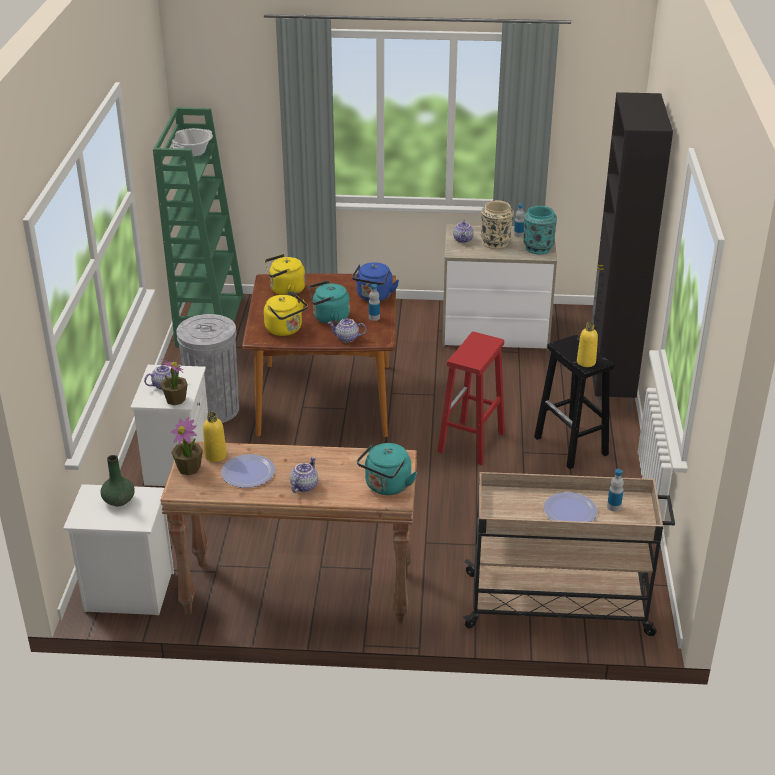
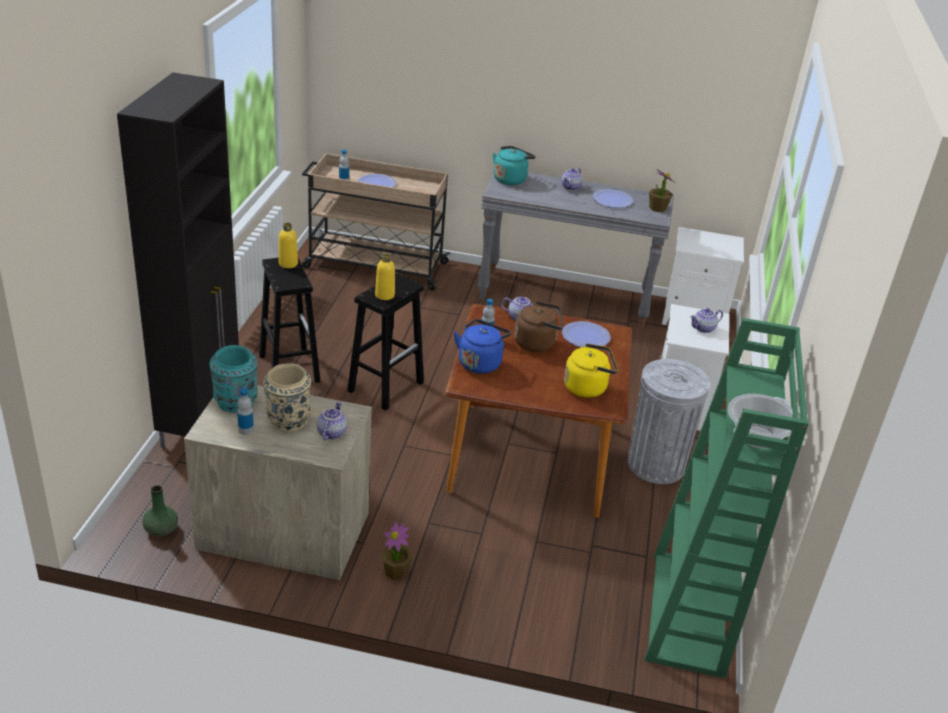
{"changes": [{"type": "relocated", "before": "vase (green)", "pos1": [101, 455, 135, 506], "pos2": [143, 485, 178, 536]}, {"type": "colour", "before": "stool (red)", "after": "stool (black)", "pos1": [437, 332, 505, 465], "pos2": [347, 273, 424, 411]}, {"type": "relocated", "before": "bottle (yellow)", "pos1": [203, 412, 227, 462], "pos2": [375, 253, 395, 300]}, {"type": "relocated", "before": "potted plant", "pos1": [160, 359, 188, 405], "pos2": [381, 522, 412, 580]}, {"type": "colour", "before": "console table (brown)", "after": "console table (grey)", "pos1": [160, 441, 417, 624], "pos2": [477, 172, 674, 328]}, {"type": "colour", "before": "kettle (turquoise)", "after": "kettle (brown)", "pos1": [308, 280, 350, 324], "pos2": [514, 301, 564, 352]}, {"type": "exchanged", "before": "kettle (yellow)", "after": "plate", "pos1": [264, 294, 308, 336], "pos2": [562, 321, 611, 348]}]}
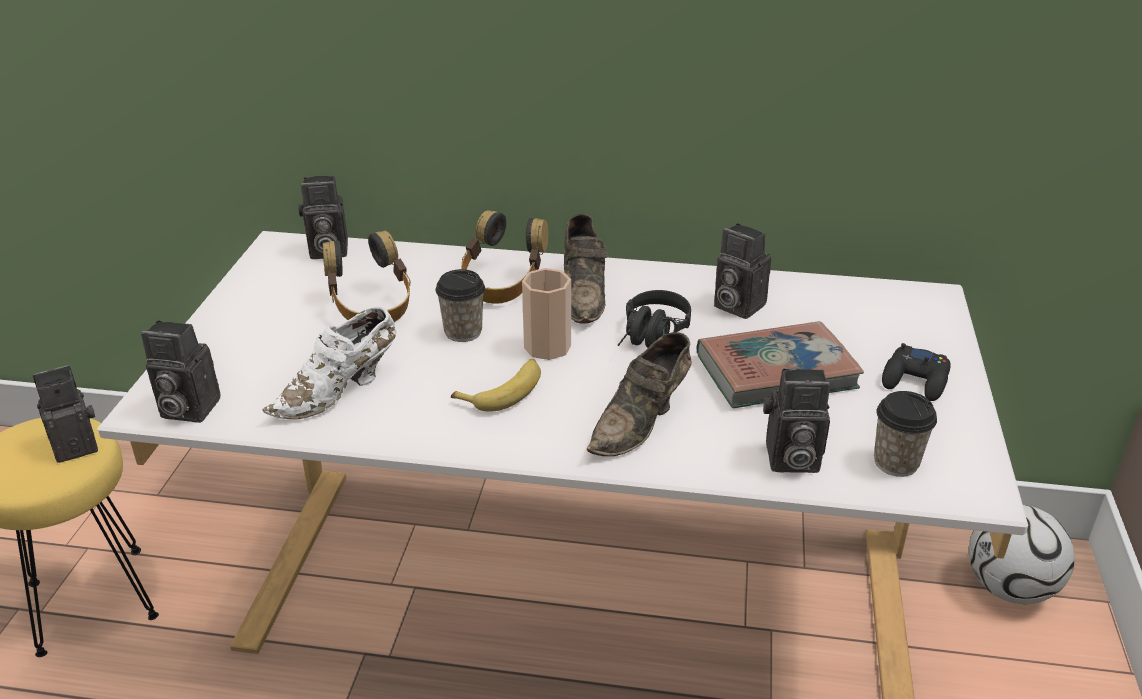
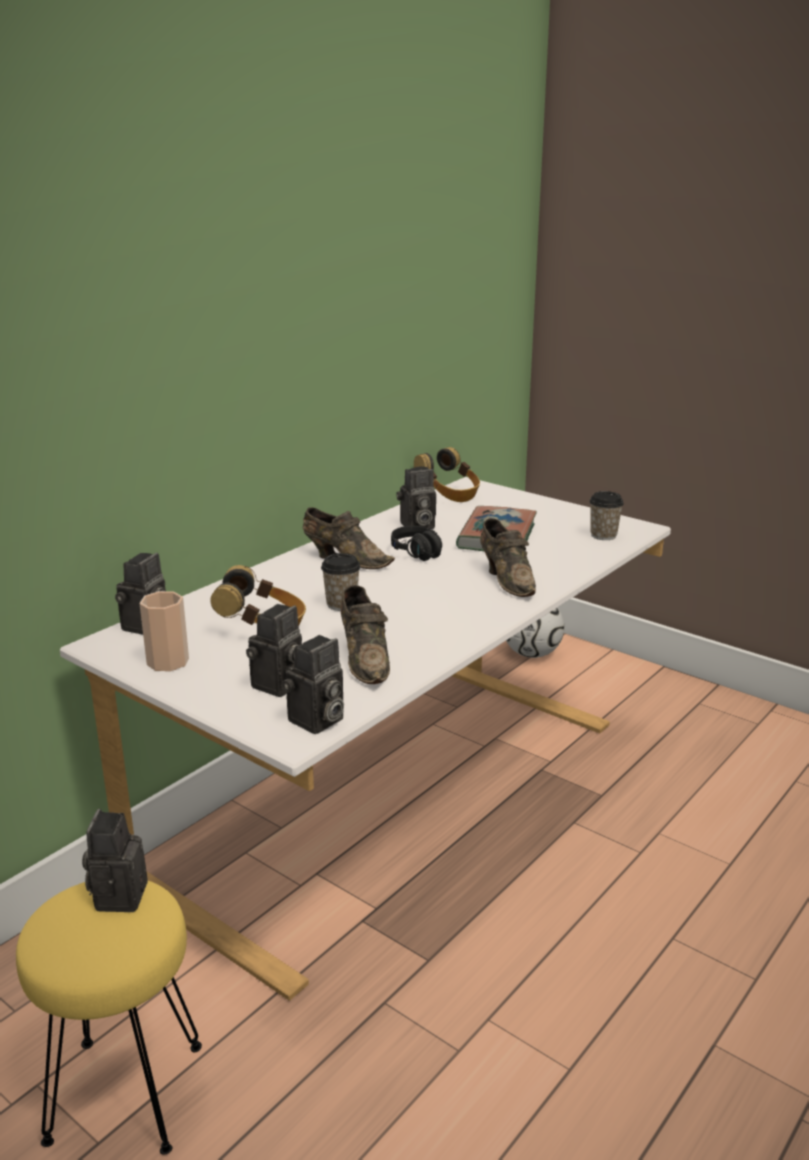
{"changes": [{"type": "relocated", "before": "cup", "pos1": [522, 268, 571, 360], "pos2": [140, 591, 189, 671]}, {"type": "relocated", "before": "photo camera", "pos1": [763, 369, 830, 473], "pos2": [246, 604, 302, 697]}, {"type": "colour", "before": "shoe (white)", "after": "shoe (brown)", "pos1": [263, 307, 396, 420], "pos2": [340, 585, 390, 684]}, {"type": "relocated", "before": "headphones", "pos1": [461, 210, 548, 304], "pos2": [414, 447, 480, 502]}, {"type": "missing", "before": "banana", "pos1": [451, 359, 541, 412]}, {"type": "missing", "before": "game controller (black)", "pos1": [882, 343, 951, 401]}]}
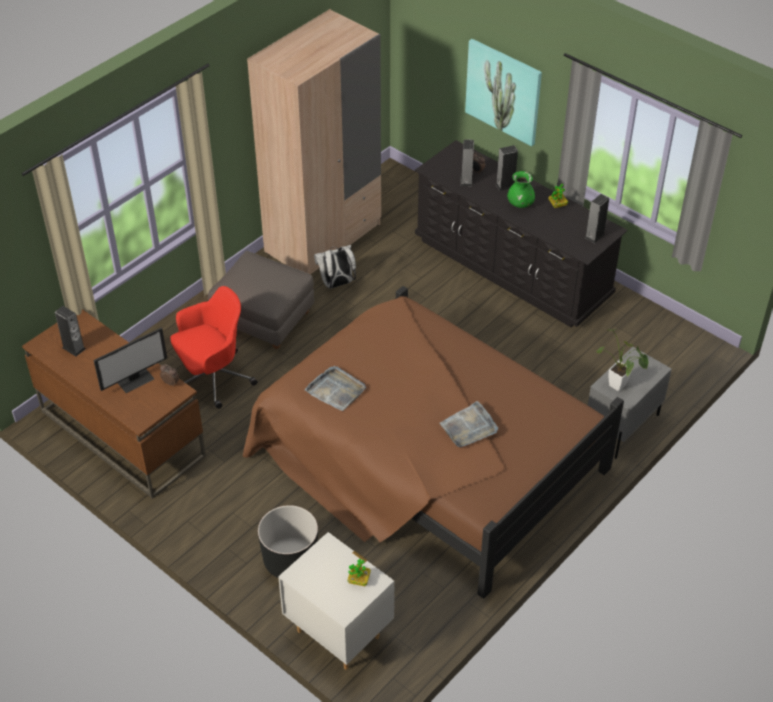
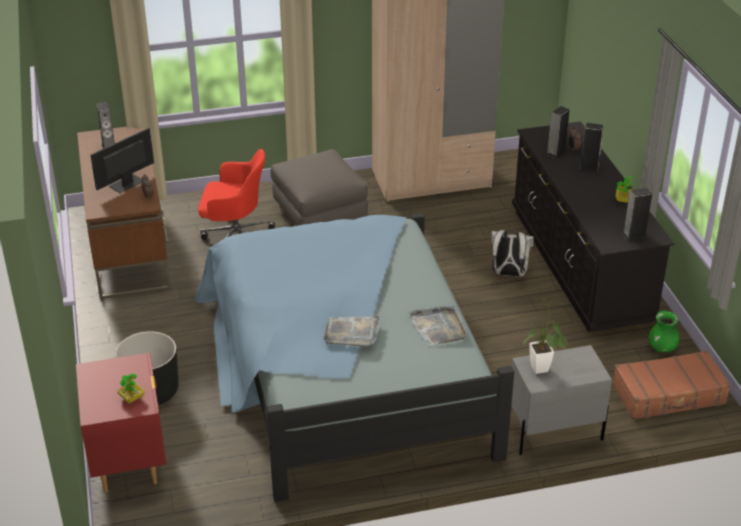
{"changes": [{"type": "colour", "before": "nightstand (white)", "after": "nightstand (red)", "pos1": [278, 532, 395, 670], "pos2": [76, 353, 166, 493]}, {"type": "spun", "before": "monitor", "pos1": [94, 328, 167, 393], "pos2": [90, 128, 154, 193], "turn": 135}, {"type": "colour", "before": "bed (brown)", "after": "bed (blue)", "pos1": [243, 286, 624, 599], "pos2": [195, 213, 514, 502]}, {"type": "relocated", "before": "tray (grey)", "pos1": [304, 366, 366, 411], "pos2": [408, 305, 469, 345]}, {"type": "relocated", "before": "backpack (white)", "pos1": [314, 245, 356, 289], "pos2": [491, 230, 534, 277]}, {"type": "appeared", "after": "suitcase (brown)", "pos2": [612, 350, 731, 419]}, {"type": "relocated", "before": "vase (green)", "pos1": [507, 171, 535, 208], "pos2": [648, 311, 679, 352]}, {"type": "missing", "before": "picture", "pos1": [465, 39, 542, 146]}]}
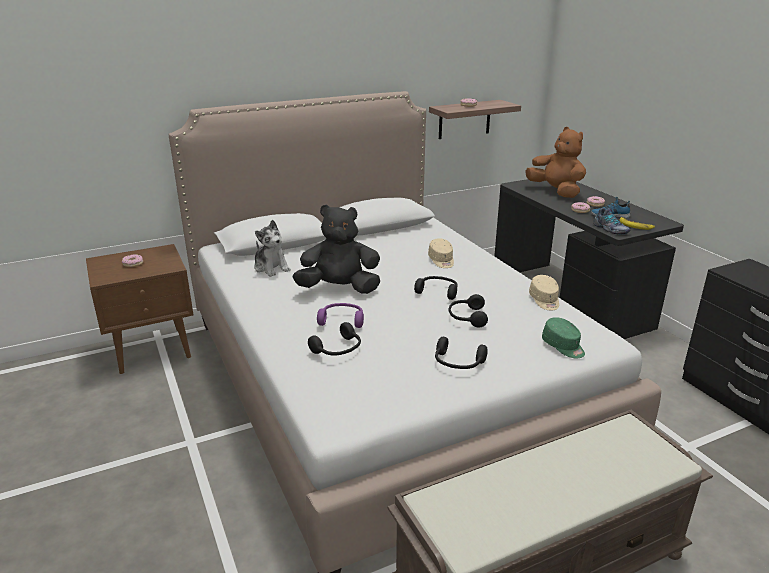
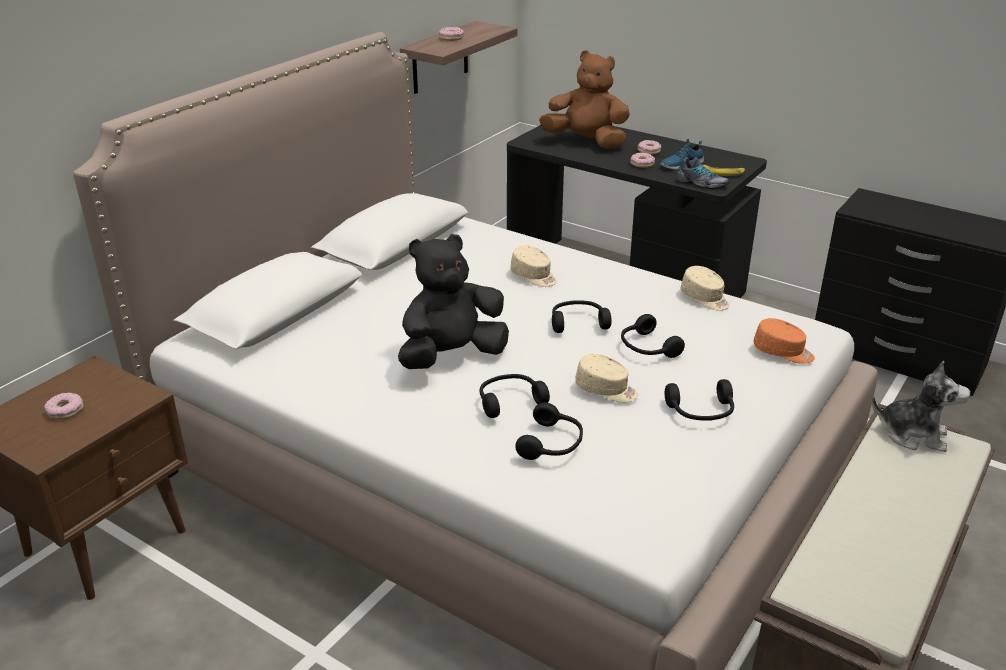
{"changes": [{"type": "colour", "before": "headphones (purple)", "after": "headphones (black)", "pos1": [317, 303, 364, 328], "pos2": [480, 374, 550, 418]}, {"type": "appeared", "after": "cap (beige)", "pos2": [575, 354, 638, 403]}, {"type": "colour", "before": "cap (green)", "after": "cap (orange)", "pos1": [542, 317, 585, 358], "pos2": [753, 318, 815, 364]}, {"type": "relocated", "before": "plush toy", "pos1": [254, 220, 291, 277], "pos2": [872, 361, 971, 452]}]}
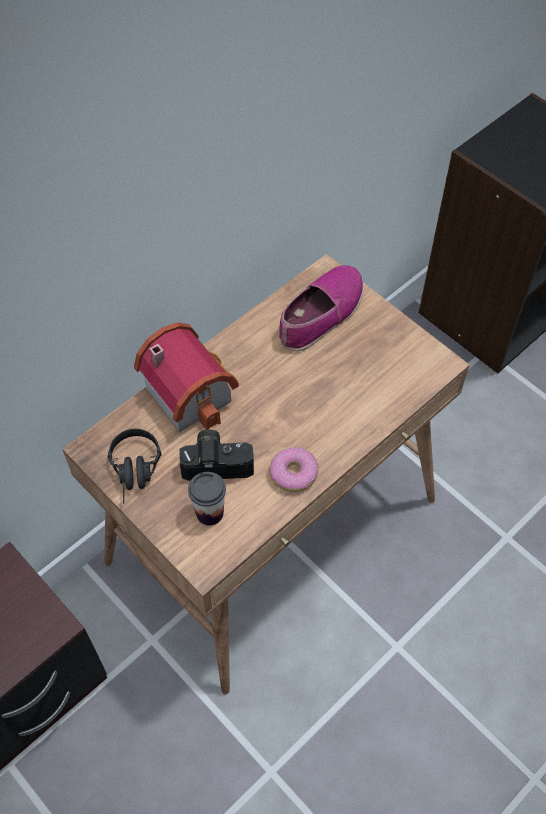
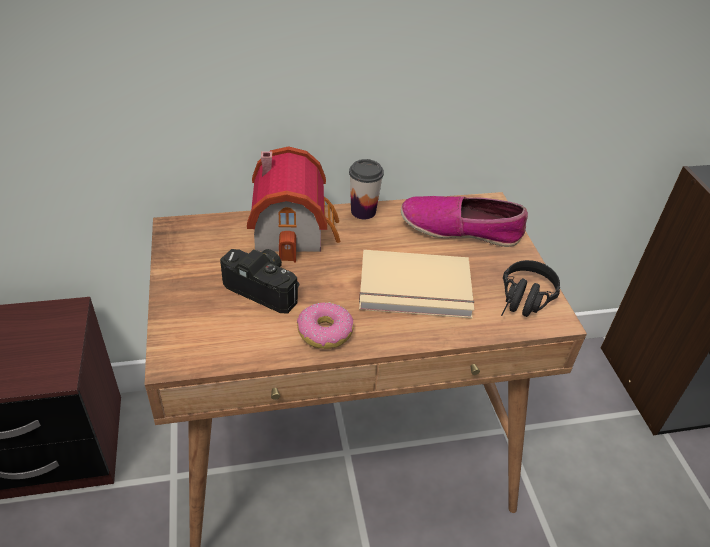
{"changes": [{"type": "relocated", "before": "cup", "pos1": [188, 472, 226, 526], "pos2": [349, 159, 384, 219]}, {"type": "appeared", "after": "book (beige)", "pos2": [359, 250, 474, 318]}, {"type": "spun", "before": "shoe", "pos1": [279, 265, 364, 351], "pos2": [401, 196, 528, 247], "turn": -150}, {"type": "relocated", "before": "headphones (black)", "pos1": [107, 429, 161, 504], "pos2": [501, 260, 560, 317]}]}
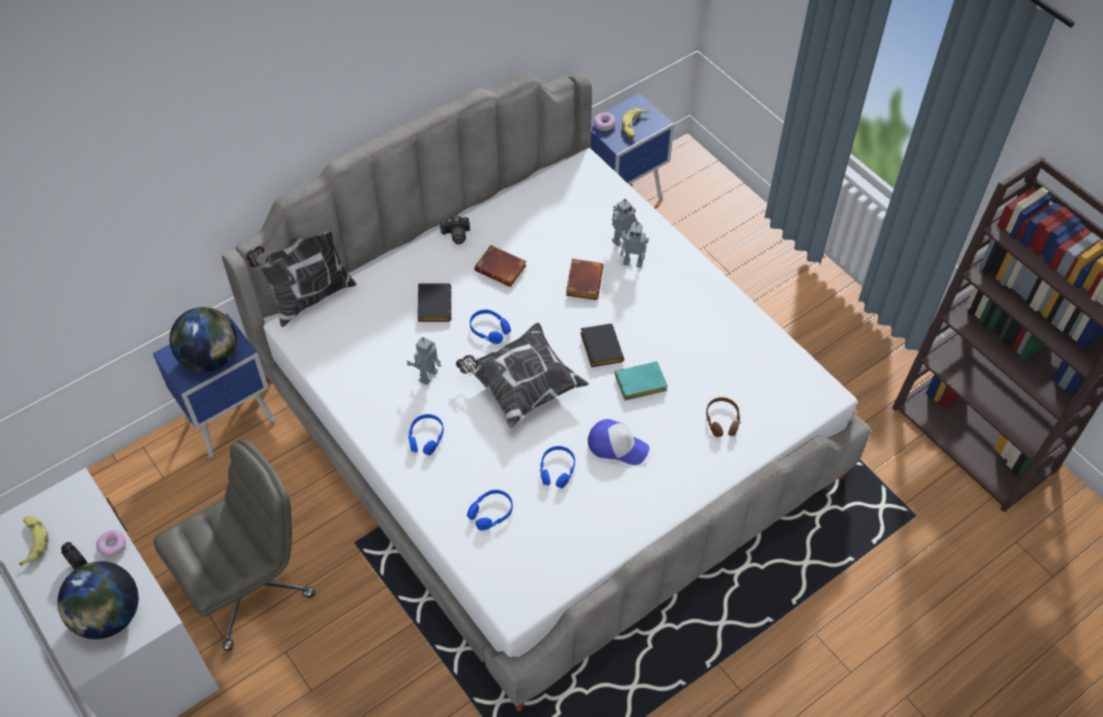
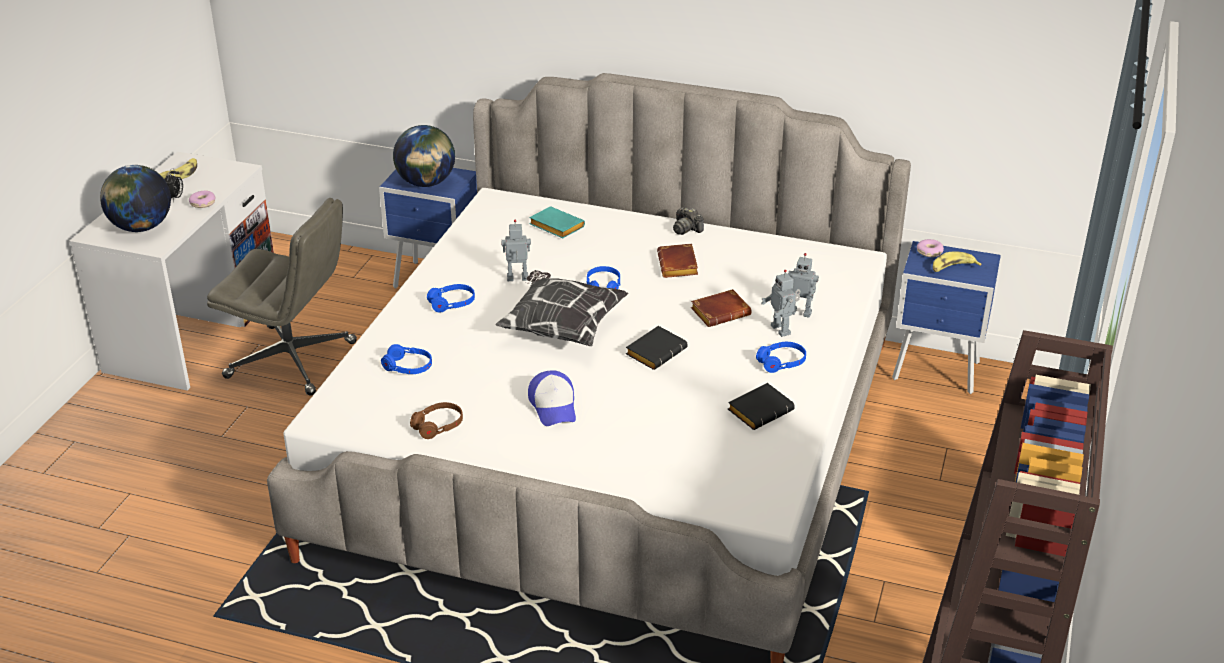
{"changes": [{"type": "relocated", "before": "headphones (brown)", "pos1": [706, 397, 741, 437], "pos2": [410, 402, 463, 439]}, {"type": "relocated", "before": "book (turquoise)", "pos1": [615, 361, 668, 401], "pos2": [529, 206, 585, 238]}, {"type": "relocated", "before": "book (black)", "pos1": [418, 283, 451, 322], "pos2": [728, 383, 795, 430]}, {"type": "relocated", "before": "headphones (blue)", "pos1": [540, 446, 575, 489], "pos2": [756, 342, 806, 373]}, {"type": "missing", "before": "pillow", "pos1": [246, 231, 357, 327]}]}
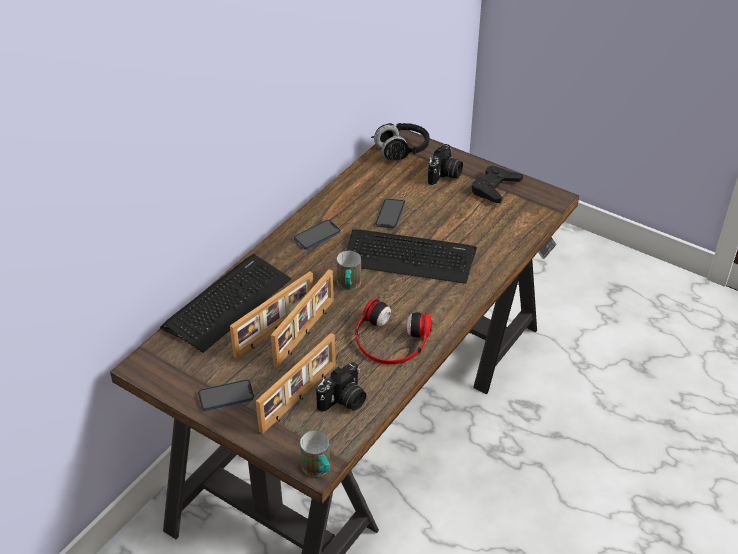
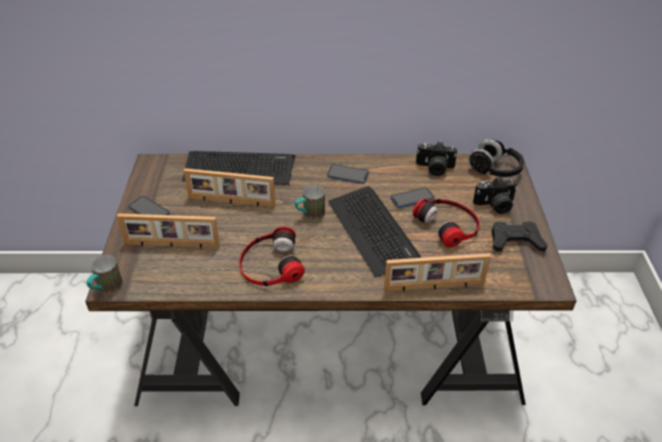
{"changes": [{"type": "relocated", "before": "picture frame", "pos1": [271, 269, 334, 368], "pos2": [384, 253, 491, 292]}, {"type": "appeared", "after": "headphones", "pos2": [413, 199, 480, 247]}, {"type": "relocated", "before": "photo camera", "pos1": [316, 362, 366, 412], "pos2": [416, 142, 457, 176]}]}
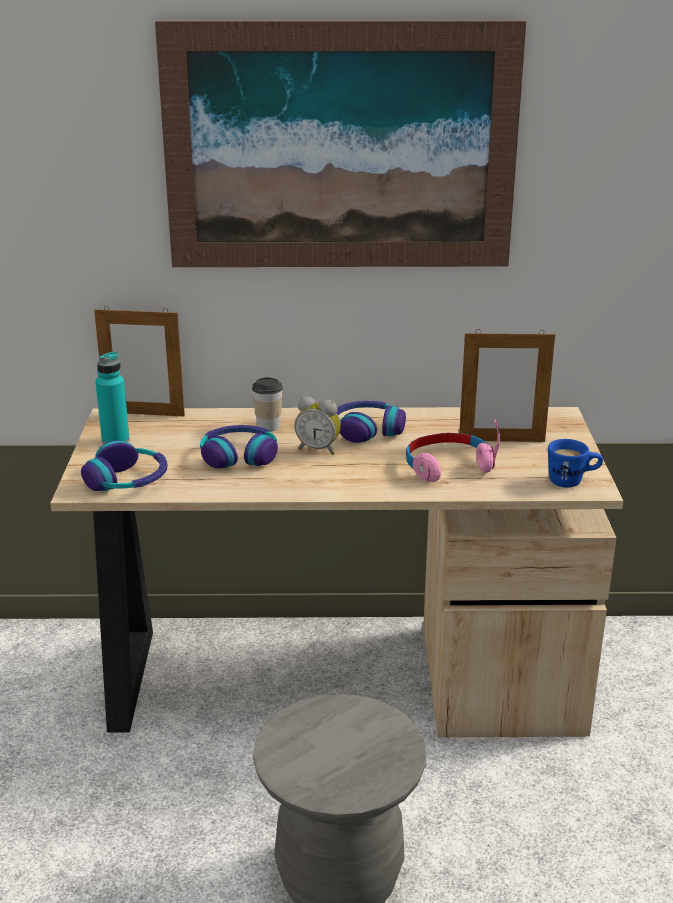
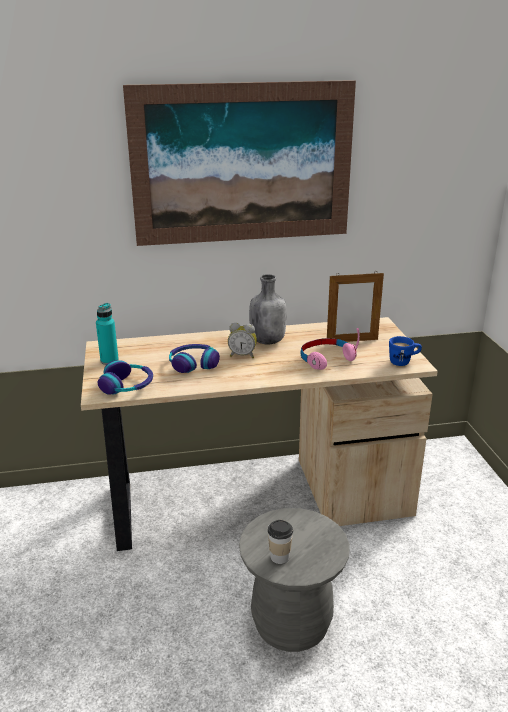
{"changes": [{"type": "exchanged", "before": "headphones", "after": "bottle (grey)", "pos1": [337, 401, 406, 443], "pos2": [249, 274, 287, 345]}, {"type": "relocated", "before": "cup", "pos1": [252, 377, 283, 432], "pos2": [268, 520, 293, 564]}, {"type": "missing", "before": "picture frame", "pos1": [94, 306, 185, 417]}]}
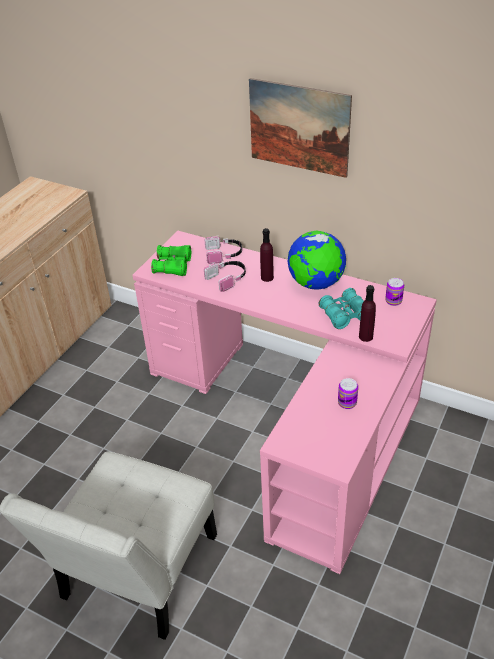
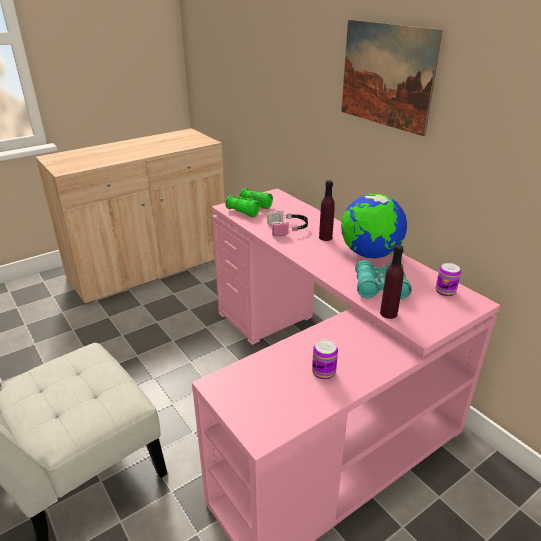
{"changes": [{"type": "missing", "before": "headphones", "pos1": [204, 236, 242, 264]}]}
